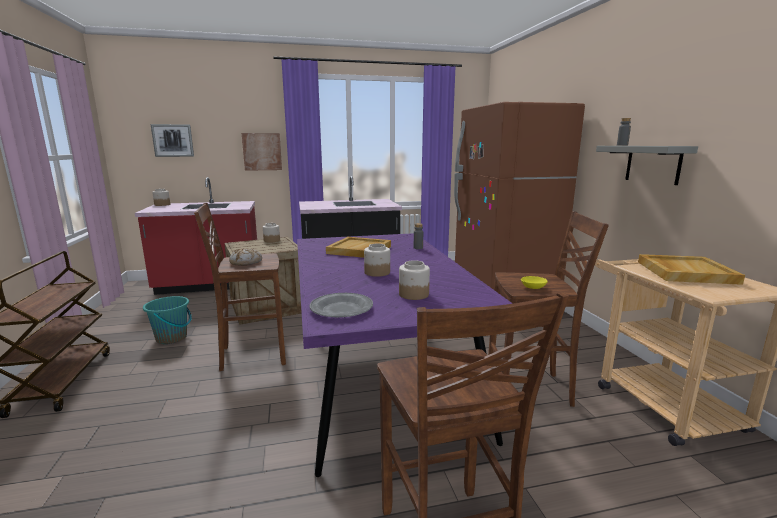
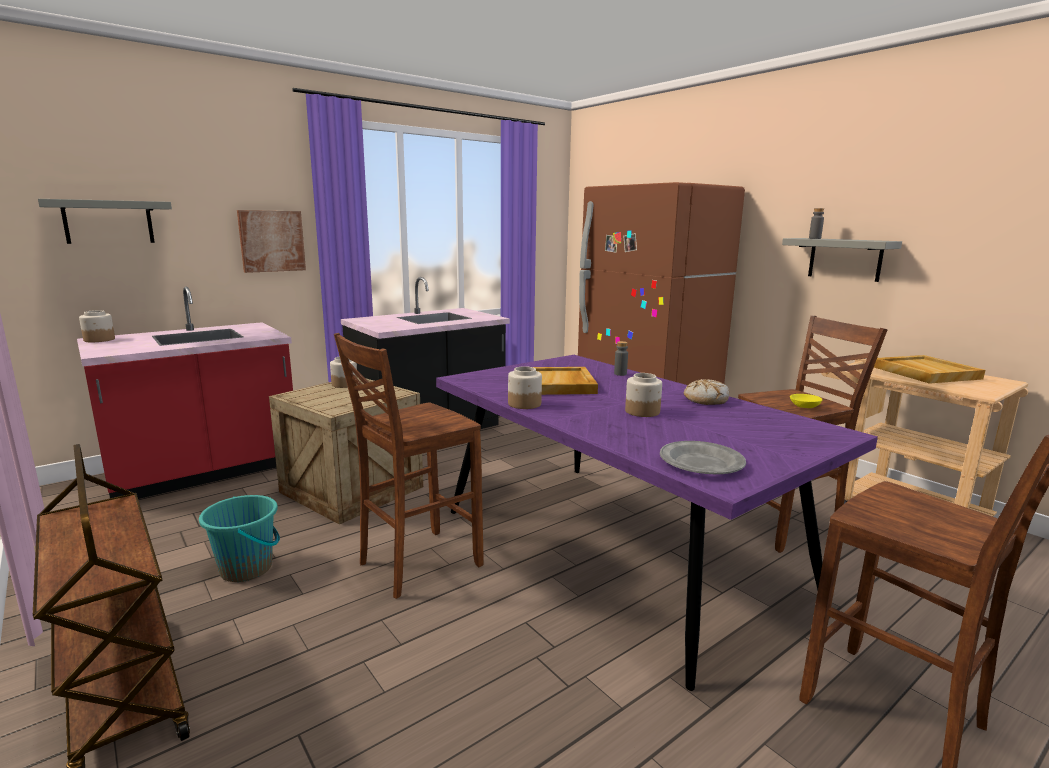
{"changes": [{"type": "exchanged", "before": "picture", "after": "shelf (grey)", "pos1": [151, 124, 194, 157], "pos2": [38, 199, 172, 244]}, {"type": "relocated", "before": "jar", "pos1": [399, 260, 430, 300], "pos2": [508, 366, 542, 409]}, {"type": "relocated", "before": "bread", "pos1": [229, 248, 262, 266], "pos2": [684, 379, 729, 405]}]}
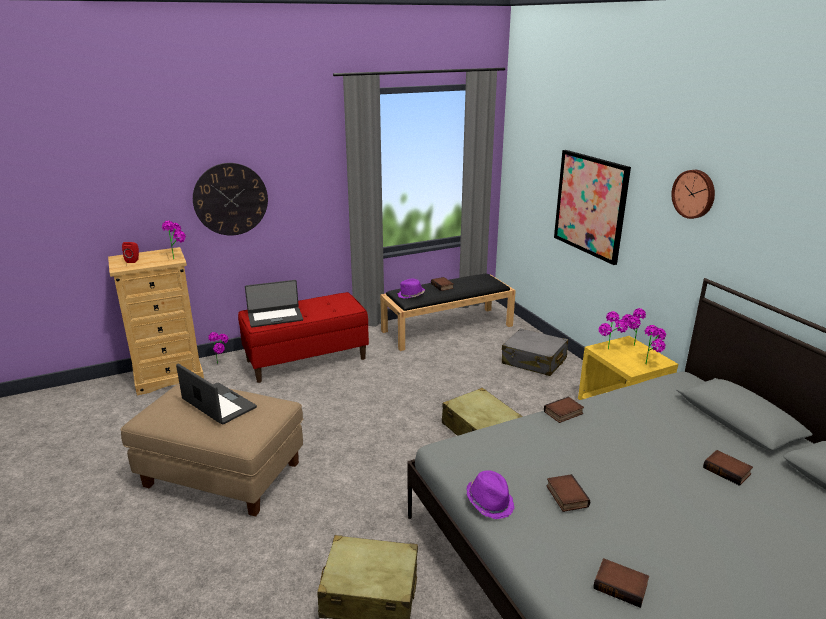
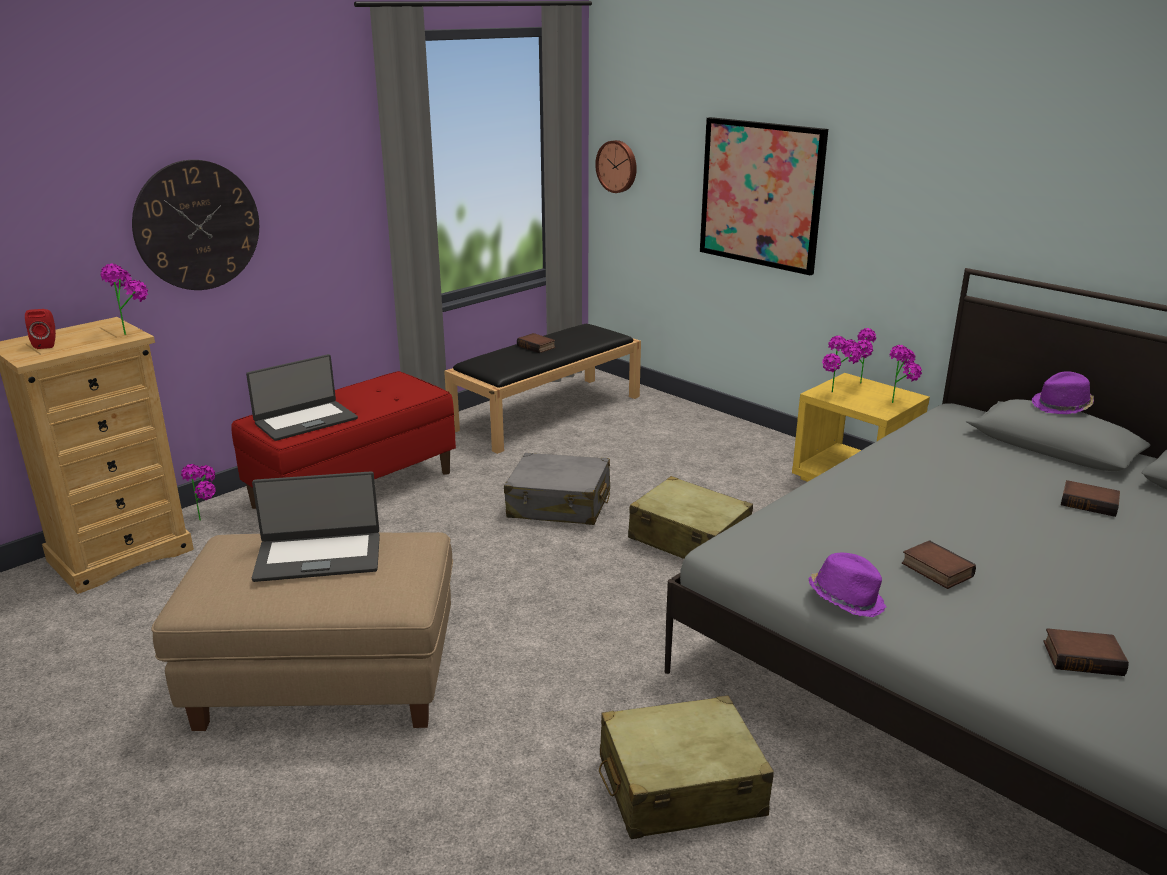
{"changes": [{"type": "spun", "before": "laptop", "pos1": [176, 364, 257, 425], "pos2": [252, 471, 380, 582], "turn": 150}, {"type": "relocated", "before": "suitcase (grey)", "pos1": [502, 328, 568, 376], "pos2": [504, 453, 610, 525]}, {"type": "relocated", "before": "wall clock", "pos1": [671, 170, 715, 219], "pos2": [595, 140, 637, 193]}, {"type": "relocated", "before": "hat (purple)", "pos1": [397, 279, 425, 299], "pos2": [1032, 371, 1094, 414]}, {"type": "missing", "before": "book", "pos1": [544, 397, 584, 423]}]}
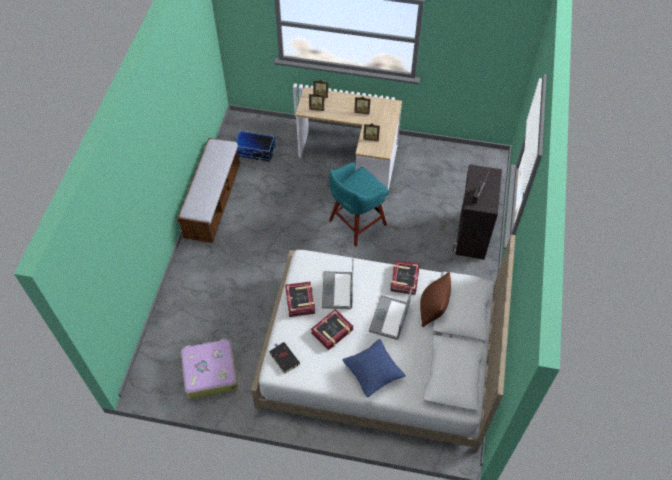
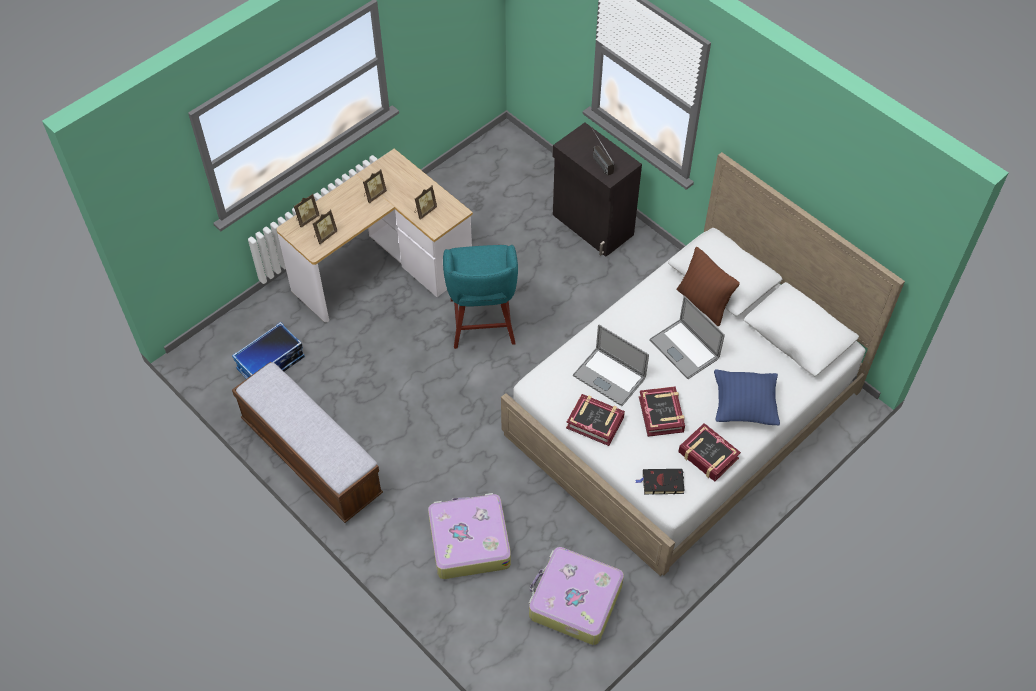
{"changes": [{"type": "appeared", "after": "suitcase", "pos2": [428, 493, 511, 579]}, {"type": "relocated", "before": "book", "pos1": [390, 260, 420, 295], "pos2": [678, 423, 741, 482]}]}
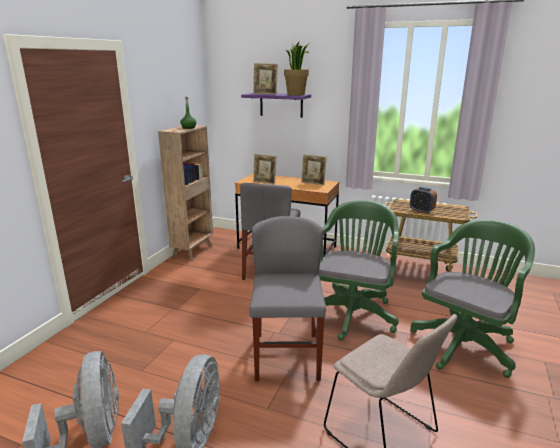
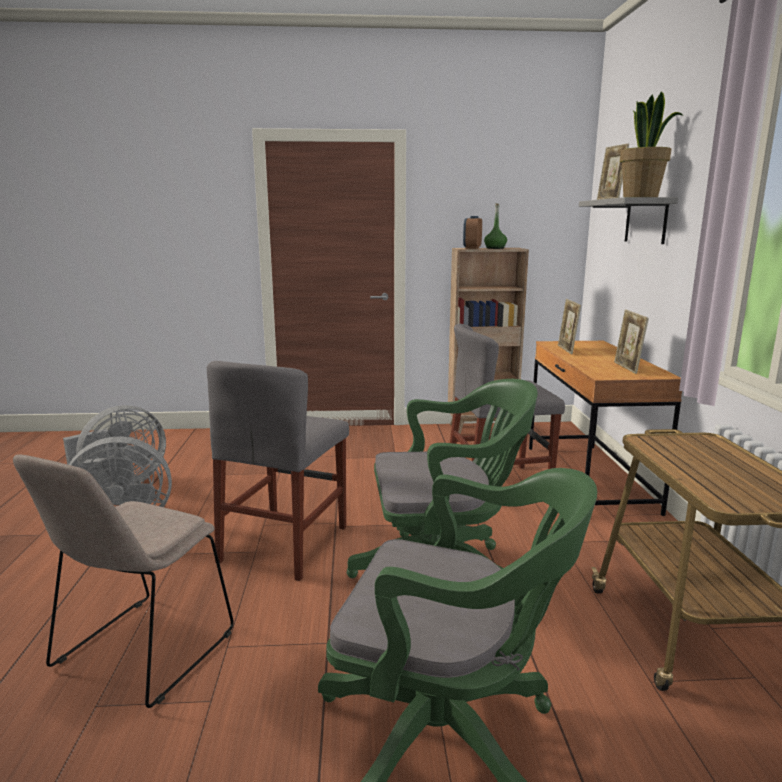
{"changes": [{"type": "spun", "before": "chair (grey)", "pos1": [249, 216, 326, 381], "pos2": [207, 361, 349, 581], "turn": 135}, {"type": "relocated", "before": "alarm clock", "pos1": [410, 187, 437, 214], "pos2": [463, 216, 482, 249]}, {"type": "colour", "before": "shelf (purple)", "after": "shelf (grey)", "pos1": [241, 93, 311, 118], "pos2": [579, 197, 678, 244]}]}
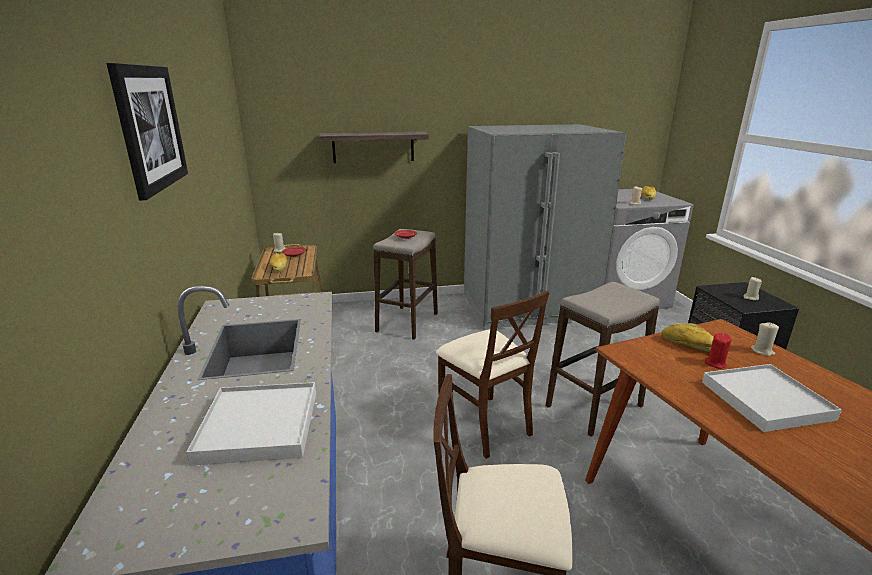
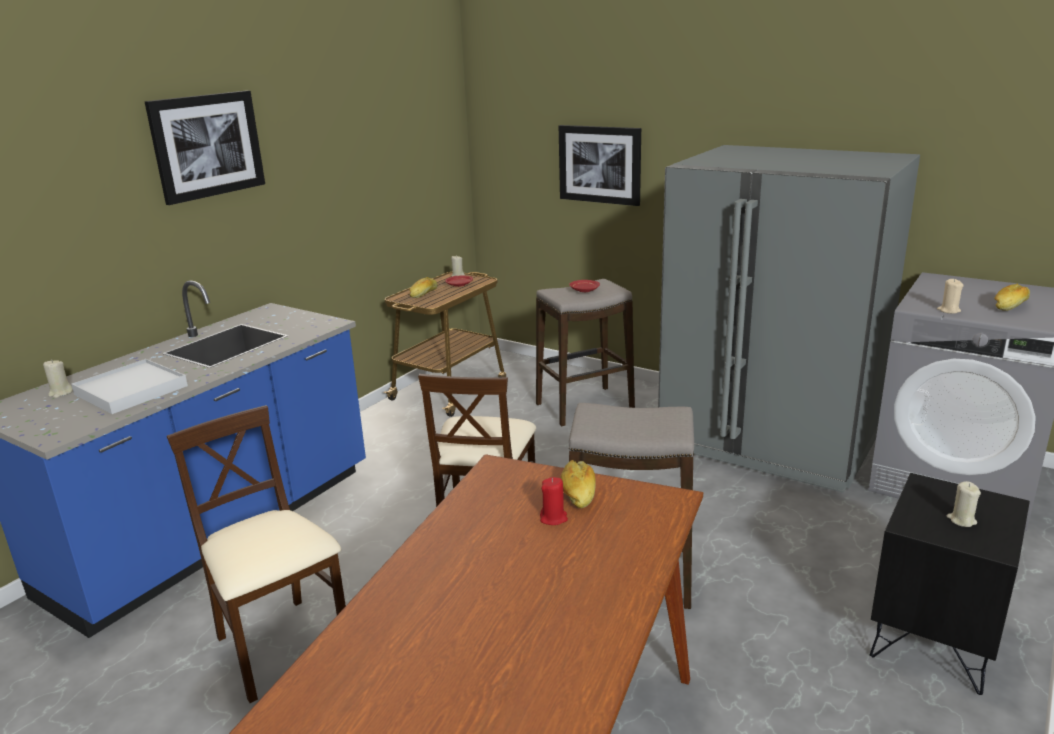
{"changes": [{"type": "relocated", "before": "candle (beige)", "pos1": [751, 322, 779, 356], "pos2": [43, 359, 73, 398]}, {"type": "exchanged", "before": "shelf", "after": "picture", "pos1": [319, 131, 428, 163], "pos2": [559, 125, 641, 206]}, {"type": "missing", "before": "tray (white)", "pos1": [702, 364, 842, 432]}]}
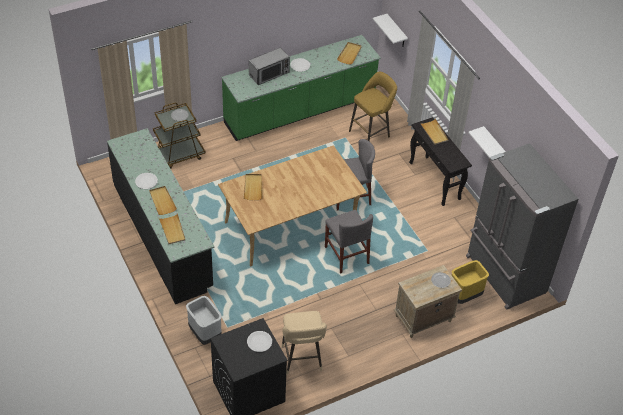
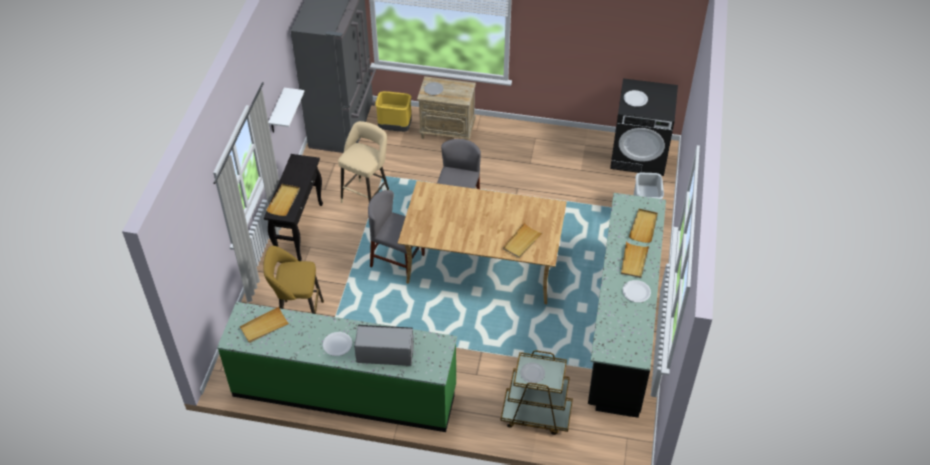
{"changes": [{"type": "relocated", "before": "stool (beige)", "pos1": [282, 311, 327, 375], "pos2": [338, 121, 389, 203]}, {"type": "missing", "before": "shelf (white)", "pos1": [373, 14, 408, 47]}]}
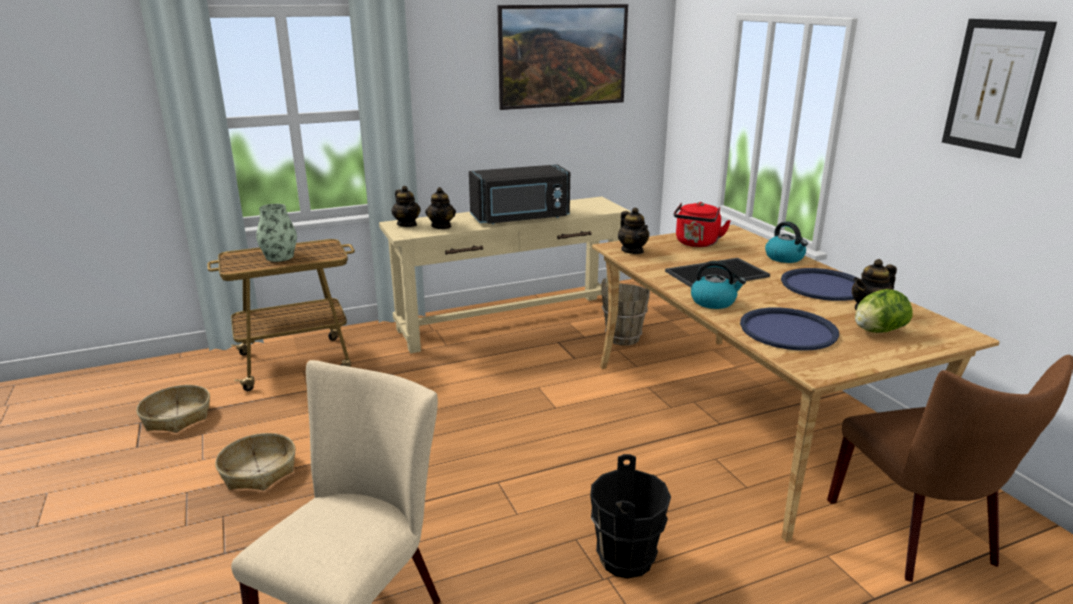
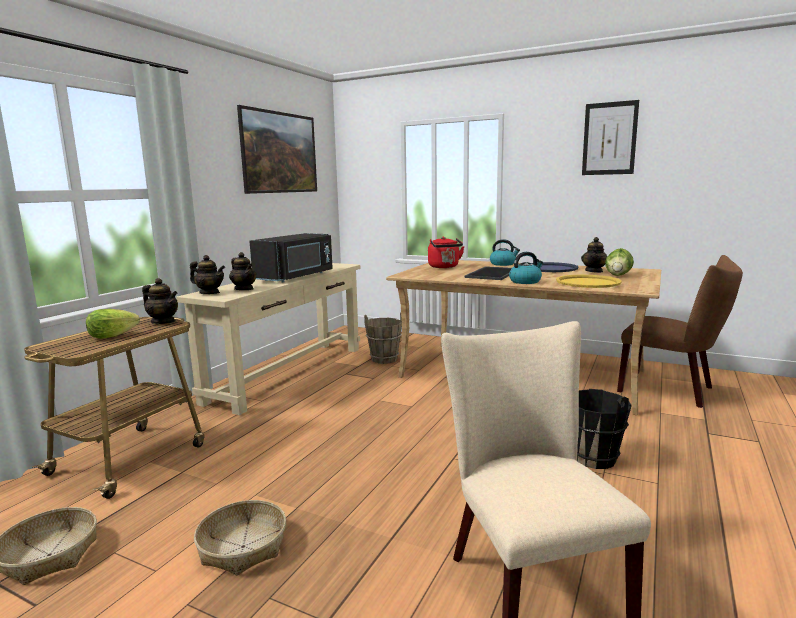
{"changes": [{"type": "exchanged", "before": "vase", "after": "lettuce", "pos1": [256, 204, 297, 262], "pos2": [86, 309, 140, 339]}, {"type": "relocated", "before": "teapot", "pos1": [618, 207, 649, 254], "pos2": [142, 278, 178, 324]}, {"type": "colour", "before": "tray (blue)", "after": "tray (yellow)", "pos1": [740, 307, 839, 351], "pos2": [556, 275, 622, 288]}]}
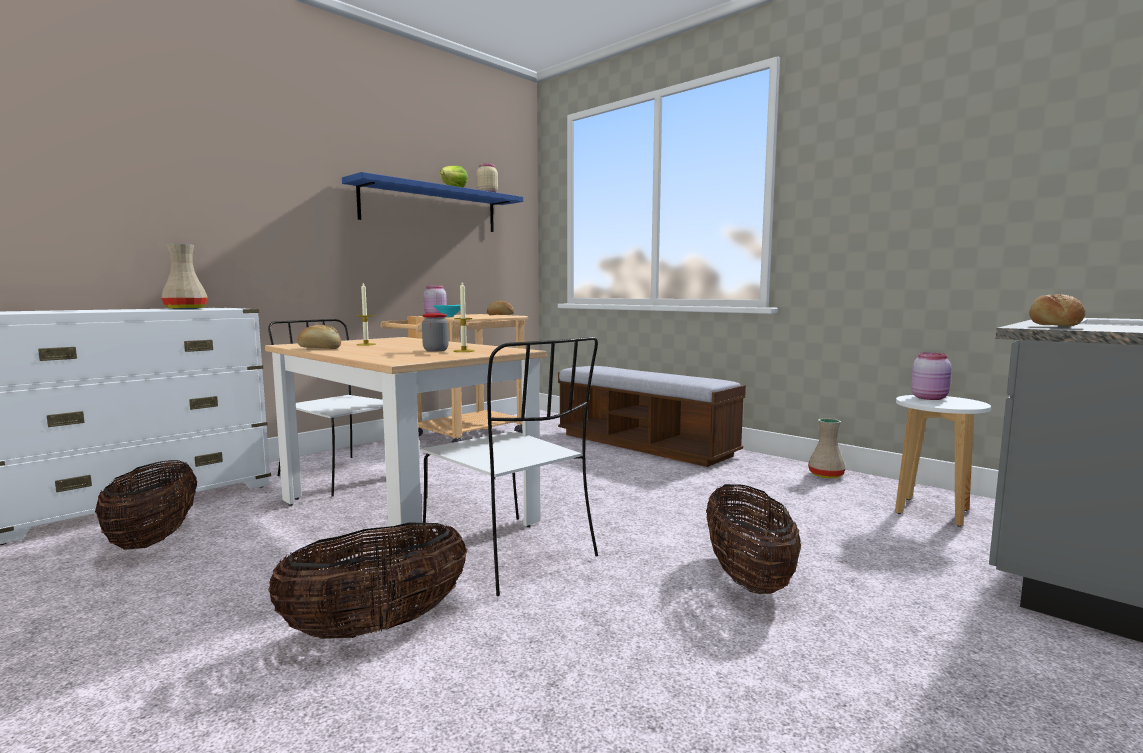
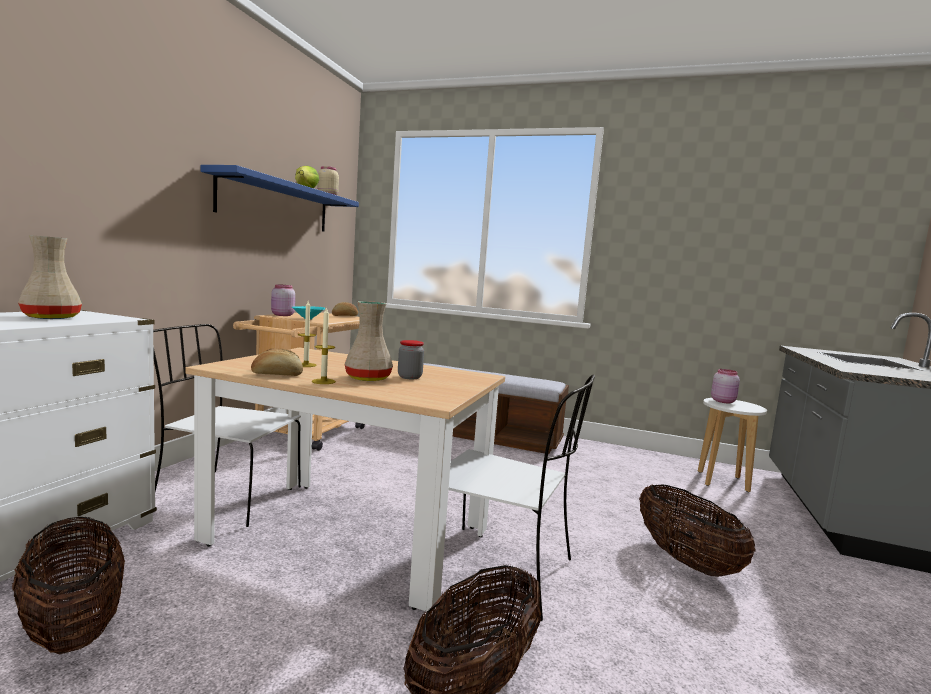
{"changes": [{"type": "relocated", "before": "candle", "pos1": [453, 282, 475, 352], "pos2": [312, 307, 336, 384]}, {"type": "relocated", "before": "vase (beige)", "pos1": [808, 418, 846, 478], "pos2": [345, 301, 393, 381]}, {"type": "missing", "before": "bread", "pos1": [1029, 294, 1085, 326]}]}
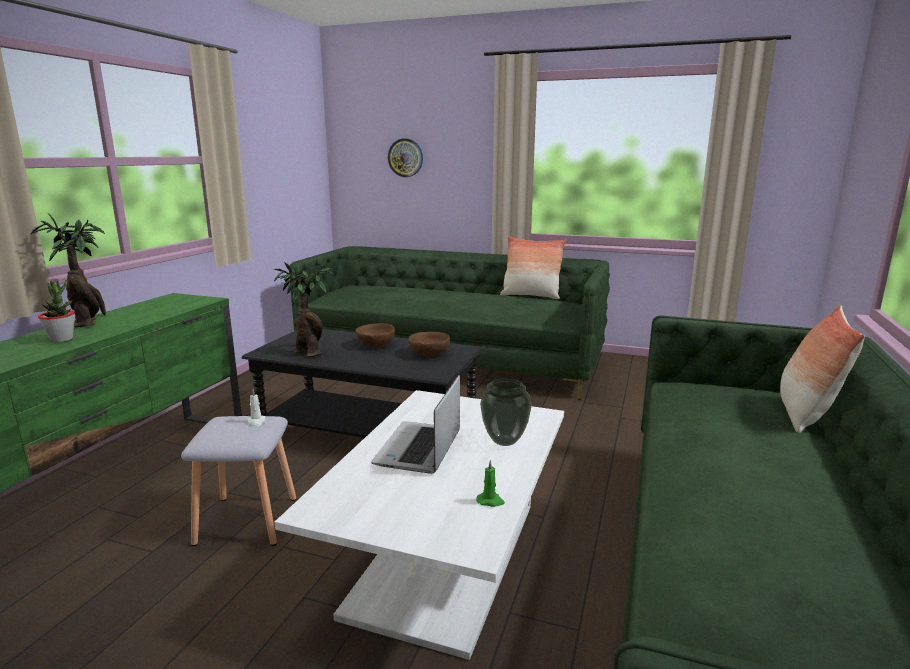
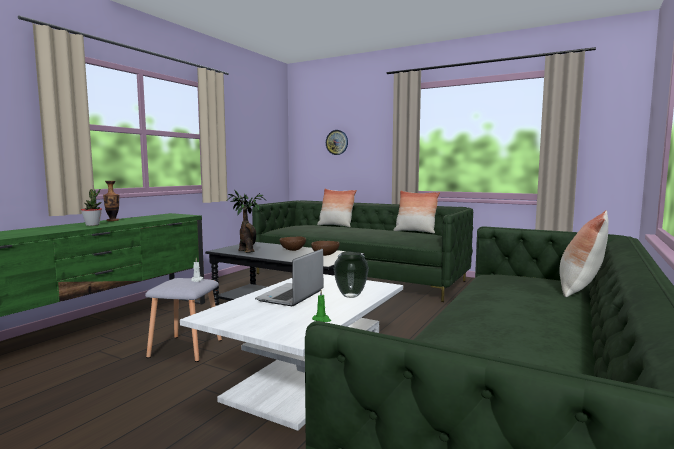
{"changes": [{"type": "exchanged", "before": "potted plant", "after": "vase", "pos1": [31, 213, 106, 327], "pos2": [103, 181, 119, 221]}, {"type": "appeared", "after": "pillow", "pos2": [317, 188, 357, 227]}]}
